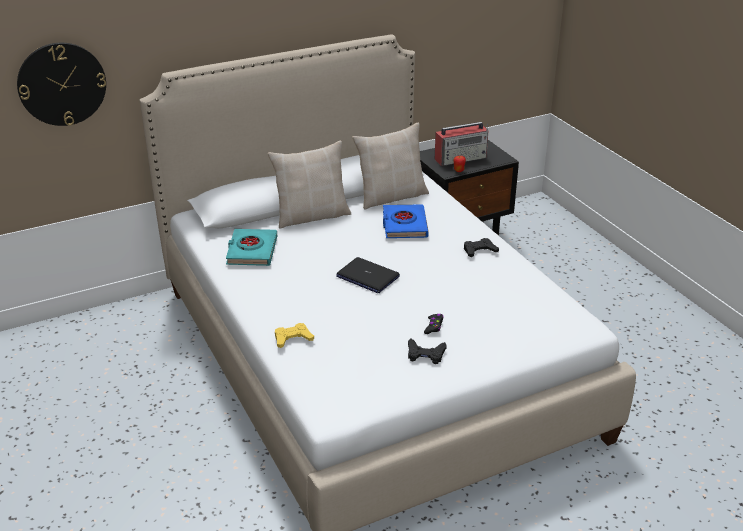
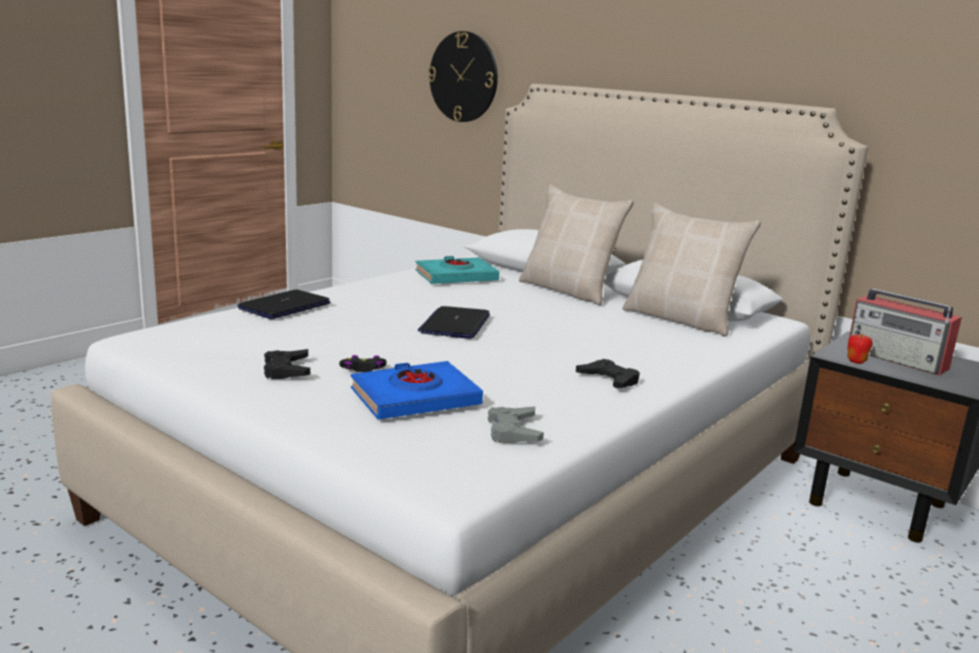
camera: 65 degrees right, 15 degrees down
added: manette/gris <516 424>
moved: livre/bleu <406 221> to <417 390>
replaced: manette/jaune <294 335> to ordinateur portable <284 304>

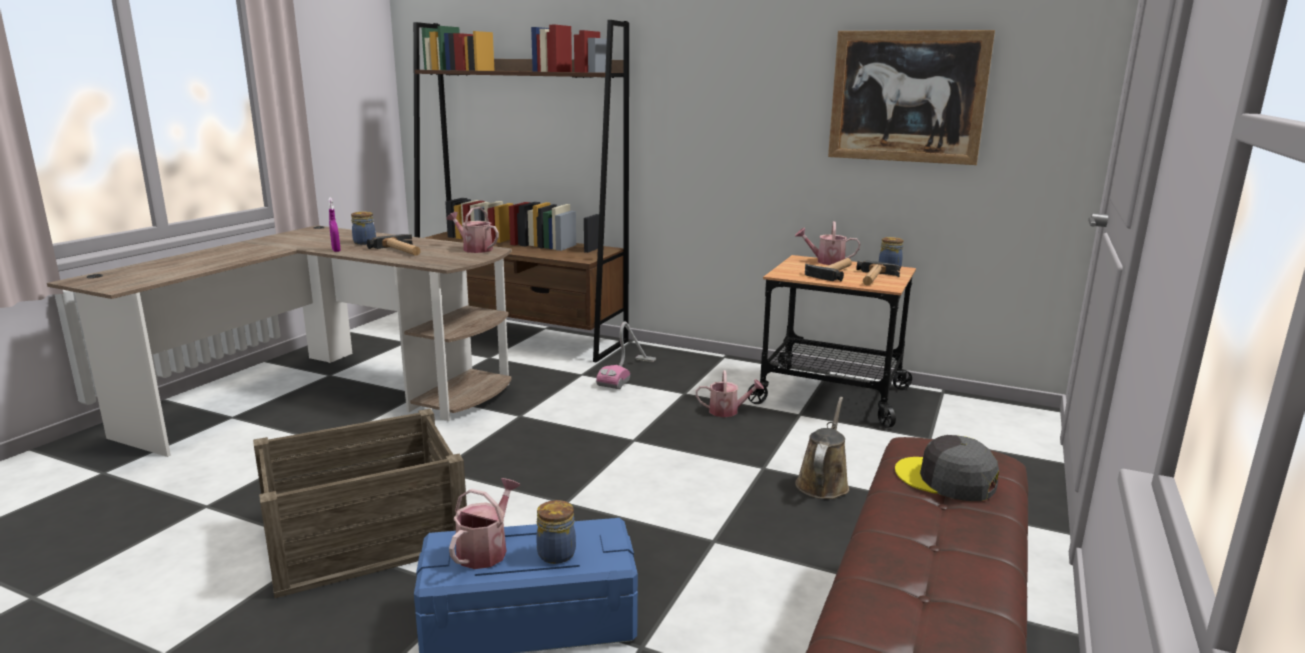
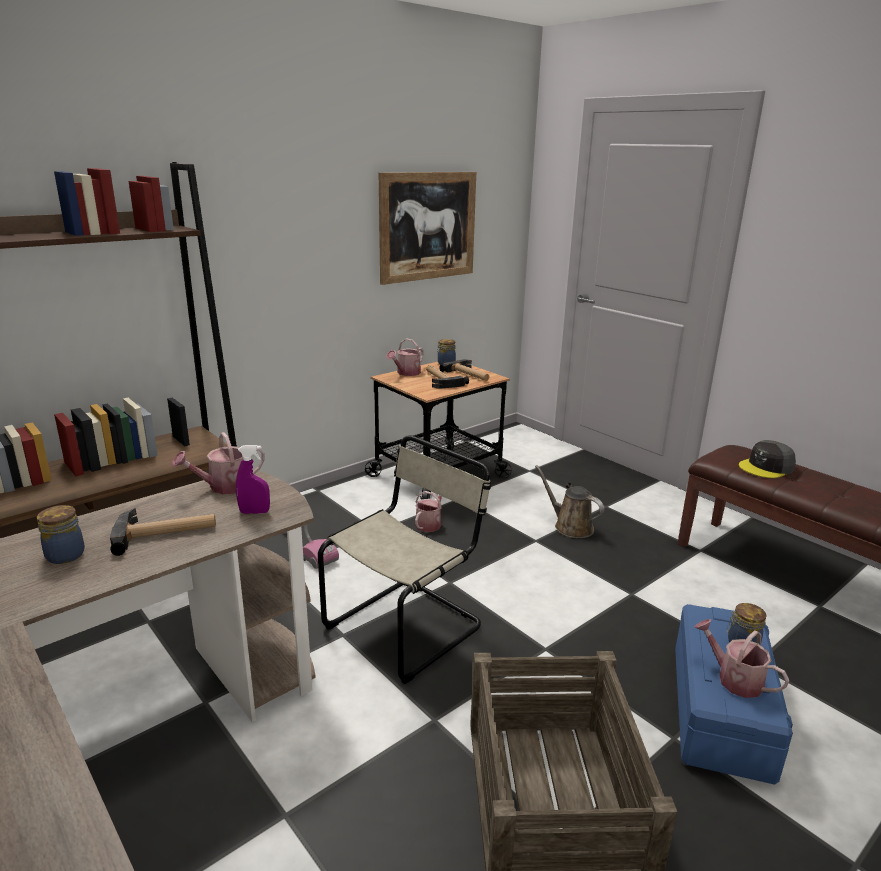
camera: 65 degrees left, 5 degrees up
added: chaise/beige <404 559>
moved: vaporisateur/violet <335 225> to <253 479>

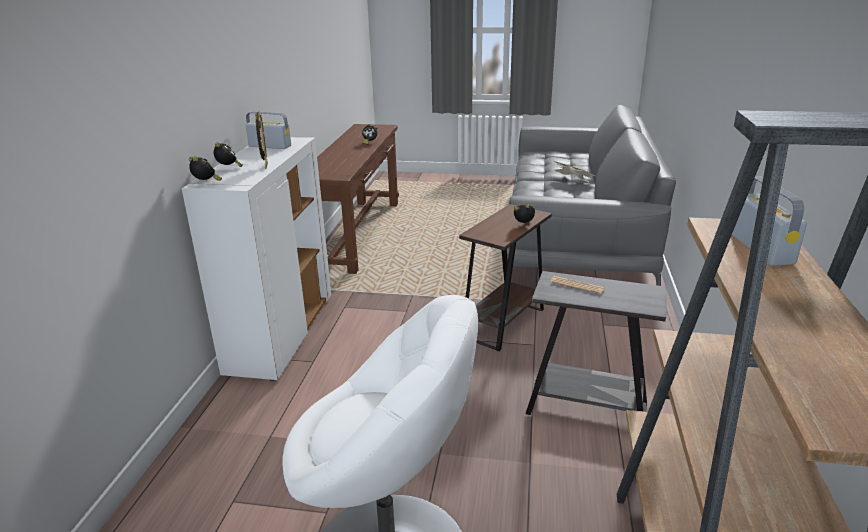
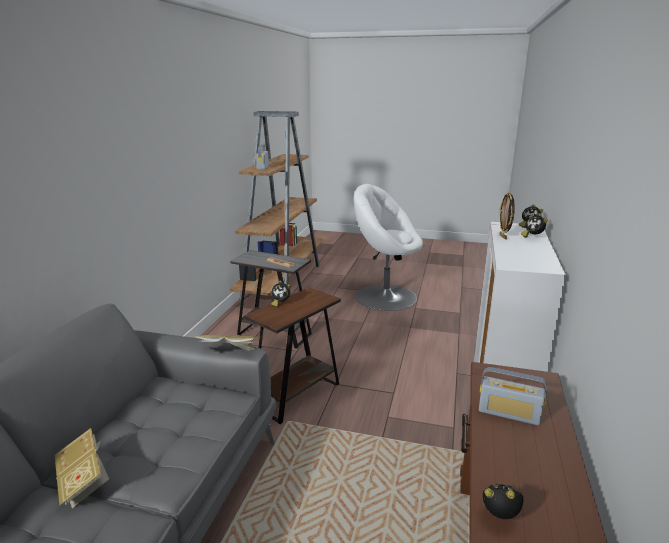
camera: 175 degrees left, 5 degrees down
added: livre <227 343>
moved: radio <268 130> to <513 396>

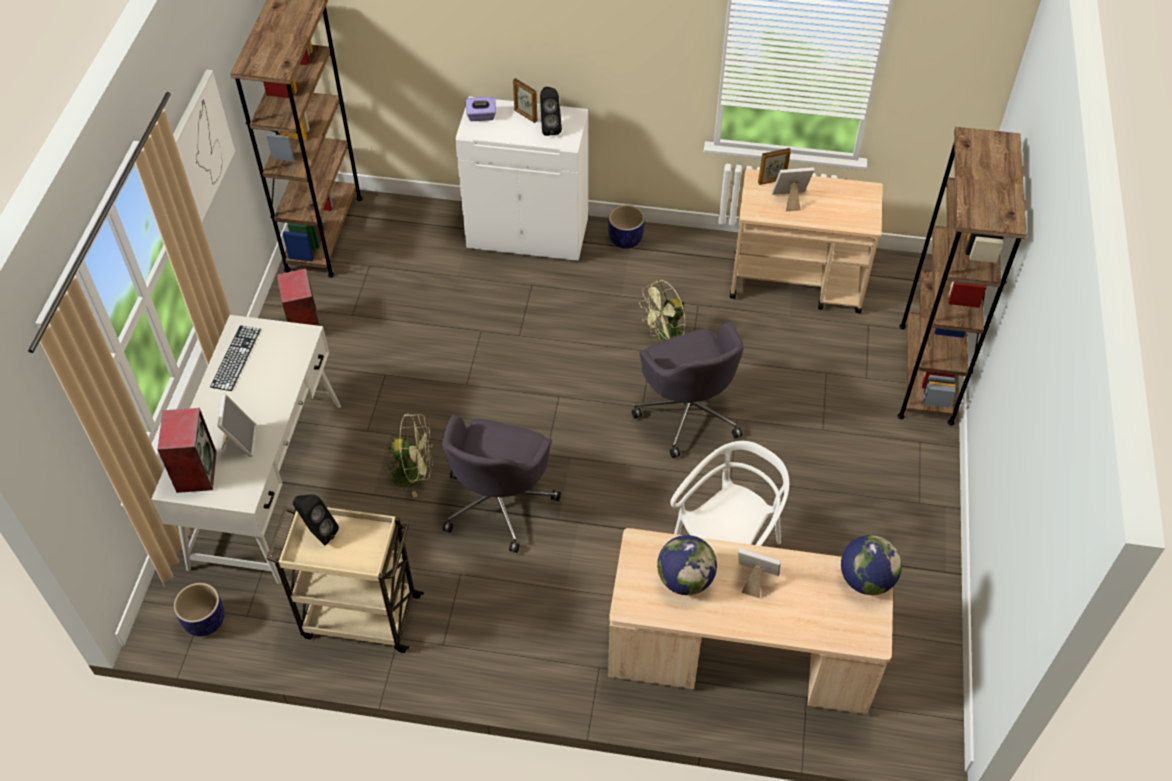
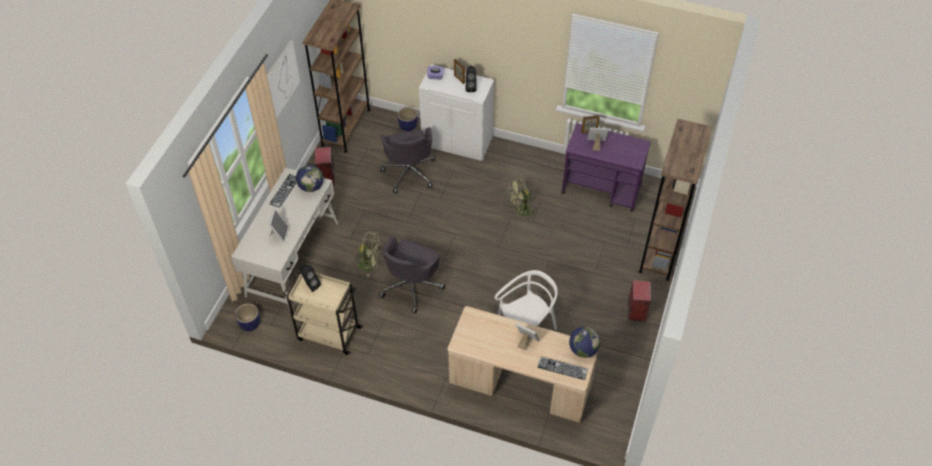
camera: 10 degrees right, 0 degrees up
added: clavier <562 368>
moved: globe <687 565> to <310 178>; chaise de bureau/gris <688 390> to <407 160>; cache-pot <626 227> to <408 119>; enceinte <187 450> to <639 300>
recoloured: chariot/beige <806 241> to chariot/violet <606 167>

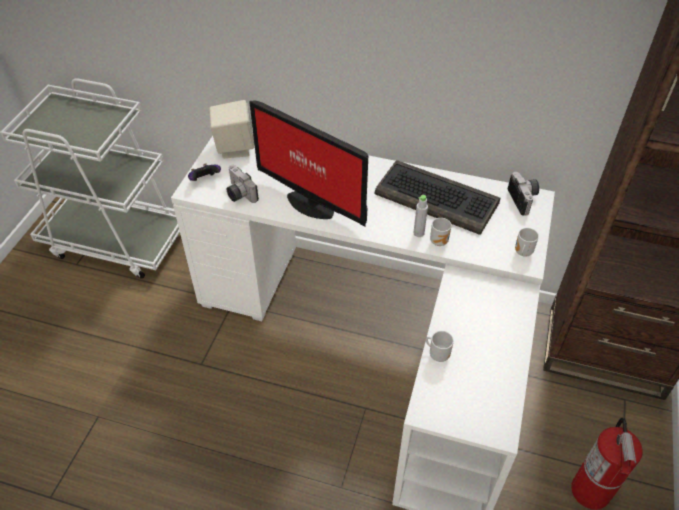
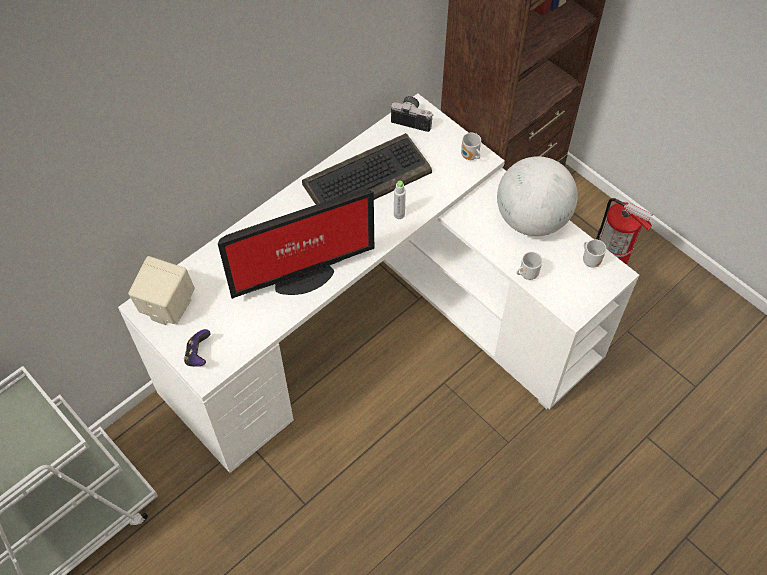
camera: 60 degrees left, 10 degrees up
removed: appareil photo <242 184>
added: globe <537 196>
moved: mug <441 232> to <594 253>

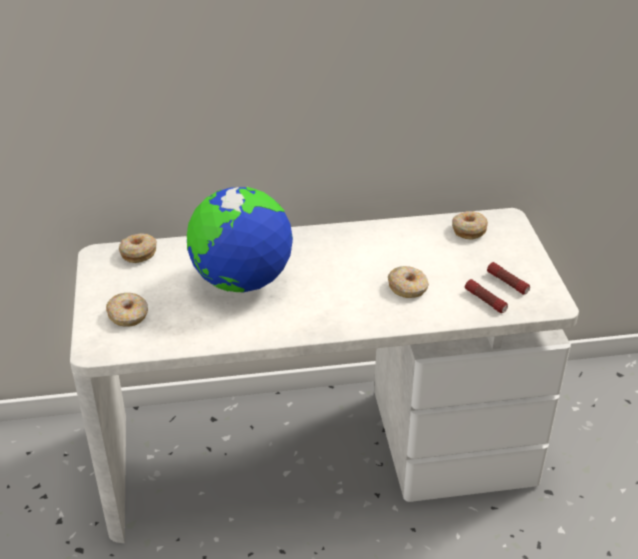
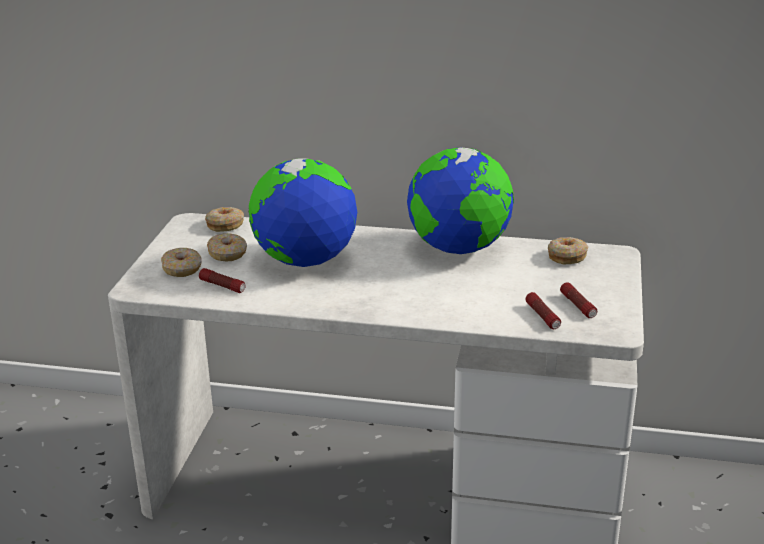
camera: 20 degrees right, 10 degrees down
added: lampe de poche <222 280>; globe <460 200>
moved: beignet <408 282> to <227 247>

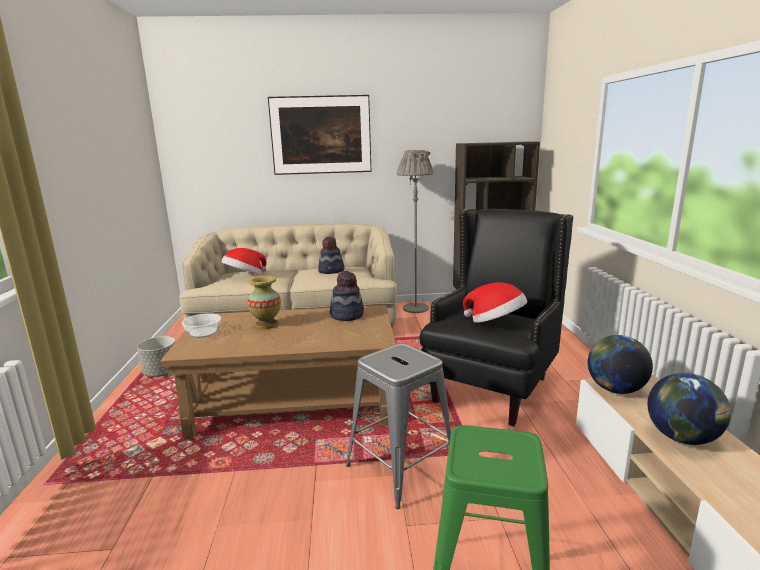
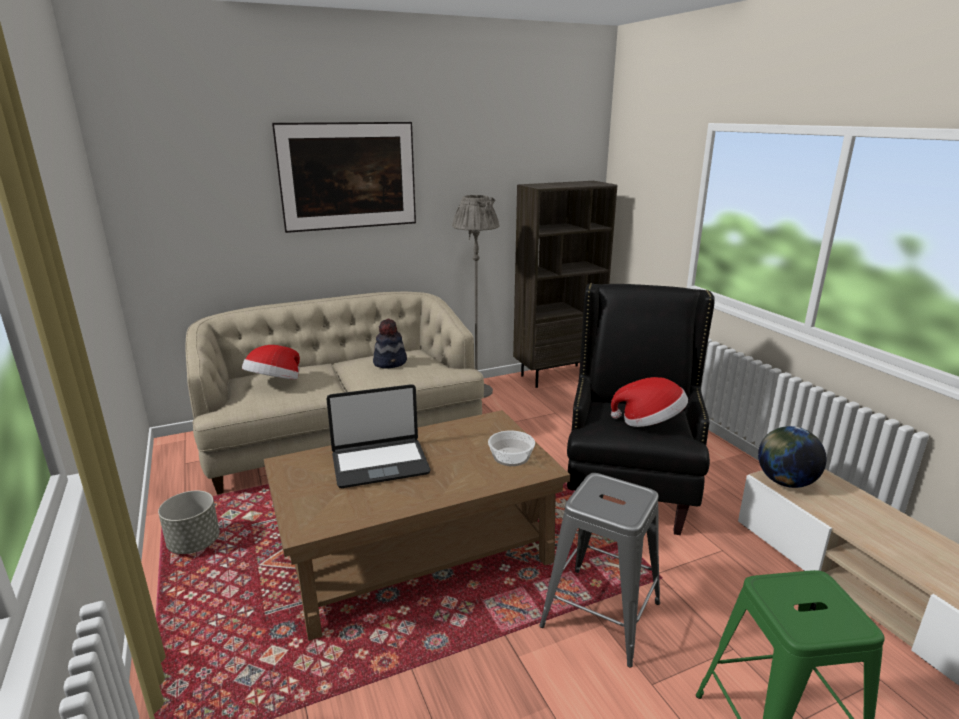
camera: 20 degrees left, 5 degrees up
removed: chapeau <347 296>; globe <689 409>
moved: bol <201 325> to <511 448>
replaced: vase <264 302> to ordinateur portable <379 436>

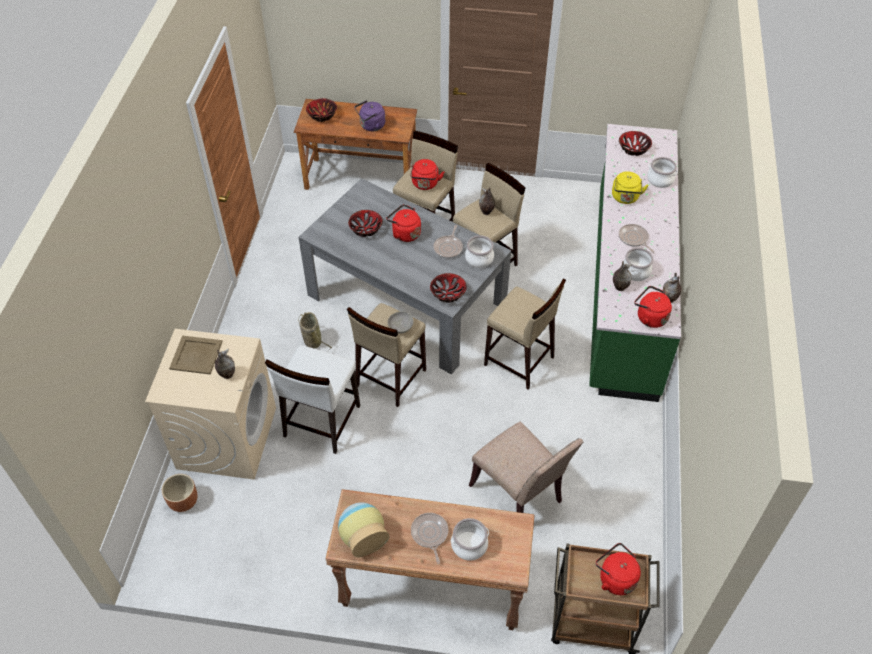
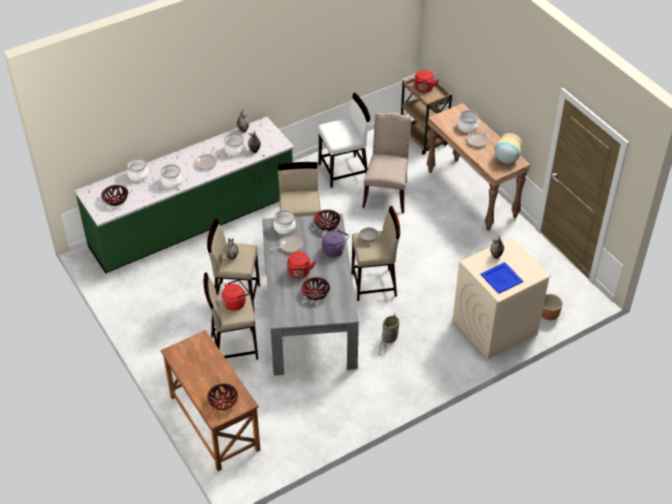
camera: 130 degrees left, 5 degrees down
removed: bouilloire/rouge <653 307>
moved: chaise/blanc <312 399> to <344 140>; bouilloire/violet <369 115> to <335 243>
replaced: bouilloire/jaune <630 187> to marmite <171 176>
recoloured: plateau/beige <196 355> to plateau/bleu <501 278>

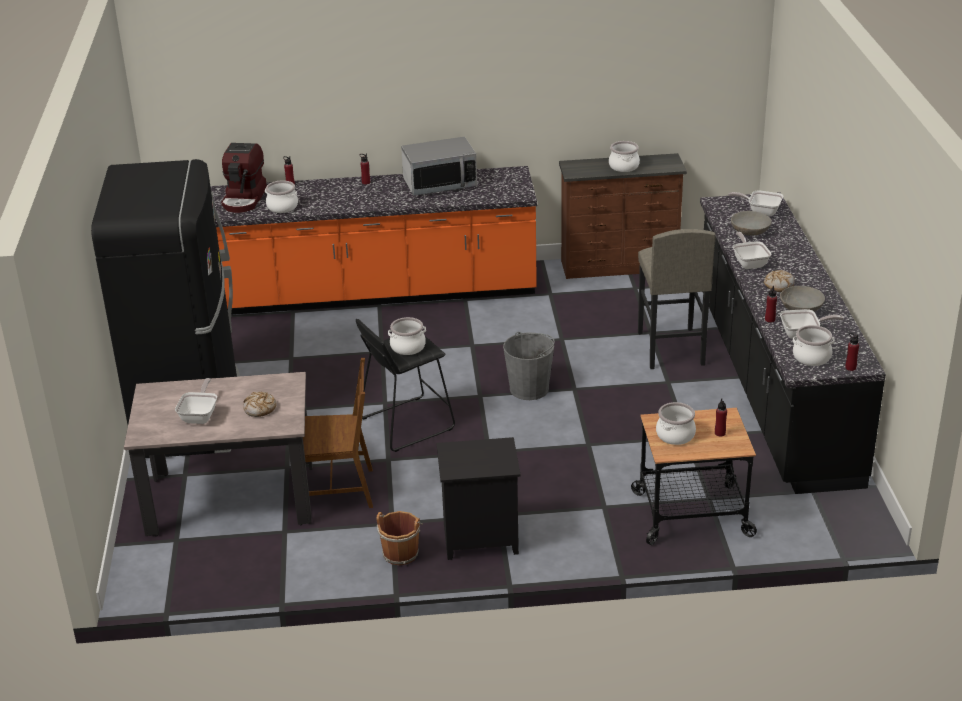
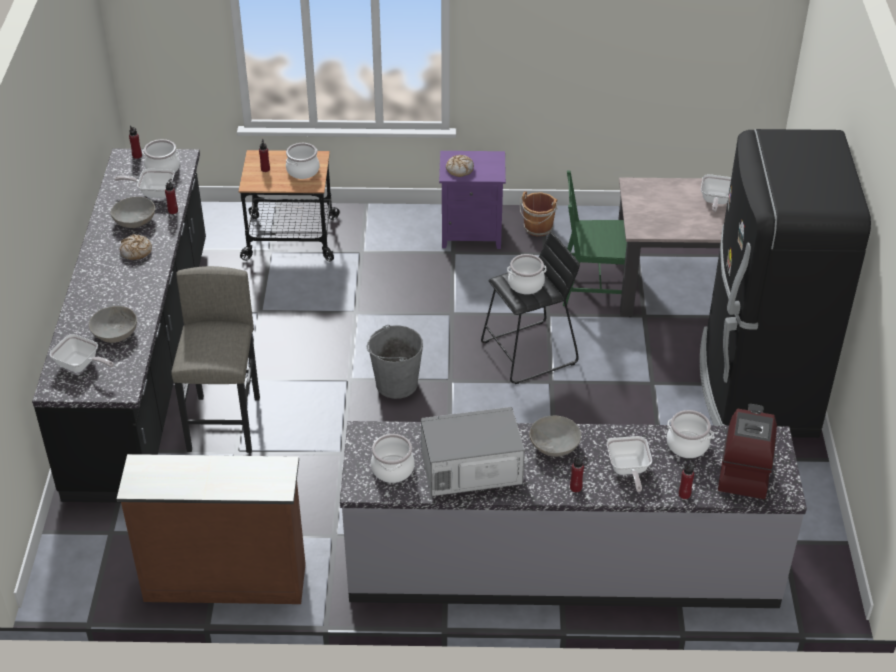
camera: 175 degrees left, 10 degrees up
added: bol/gris <555 436>
moved: marmite <624 156> to <393 458>; pain <259 404> to <460 166>; poêle <752 250> to <629 464>
recoloured: comptoir de cuisine/orange <373 240> to comptoir de cuisine/gris <573 514>; table de chevet/noir <478 498> to table de chevet/violet <472 200>; chaise/marron <338 433> to chaise/vert <595 238>

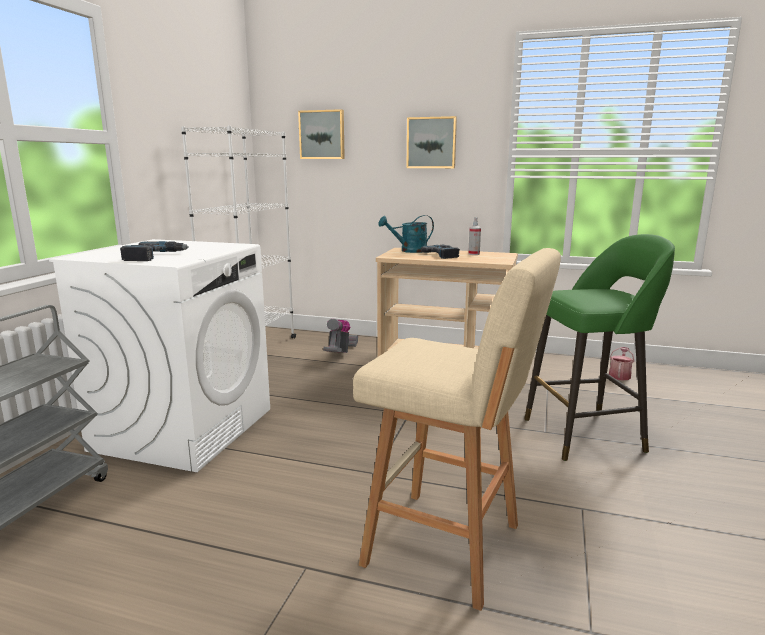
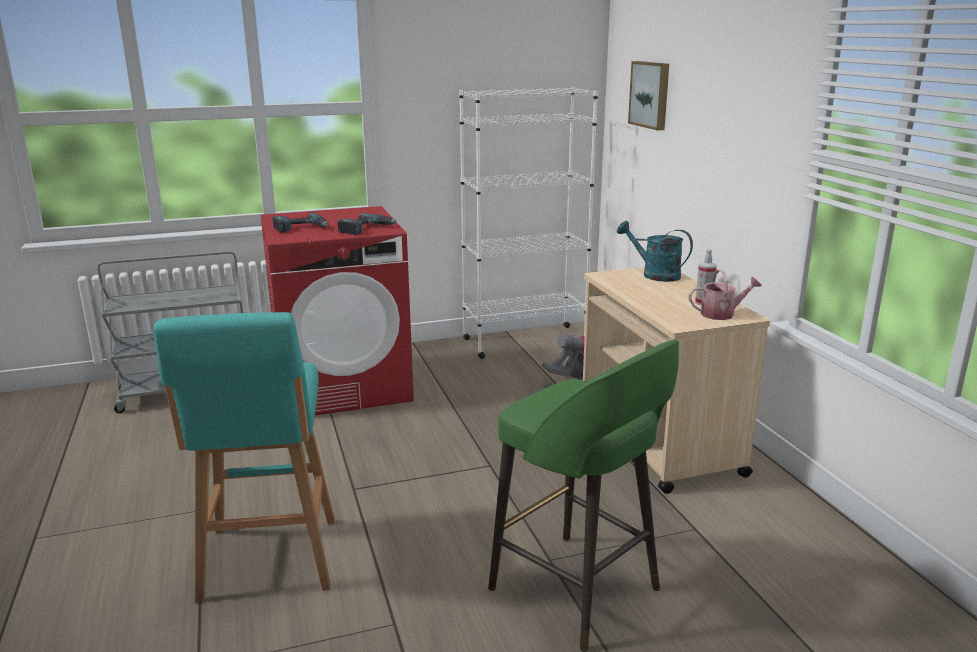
camera: 55 degrees right, 5 degrees up
removed: tableau <431 142>
moved: perceuse <440 252> to <366 224>; arrosoir <621 363> to <725 294>
recoloured: tabouret/beige <457 429> to tabouret/turquoise <244 457>; lave-linge/blanc <159 355> to lave-linge/rouge <337 310>

